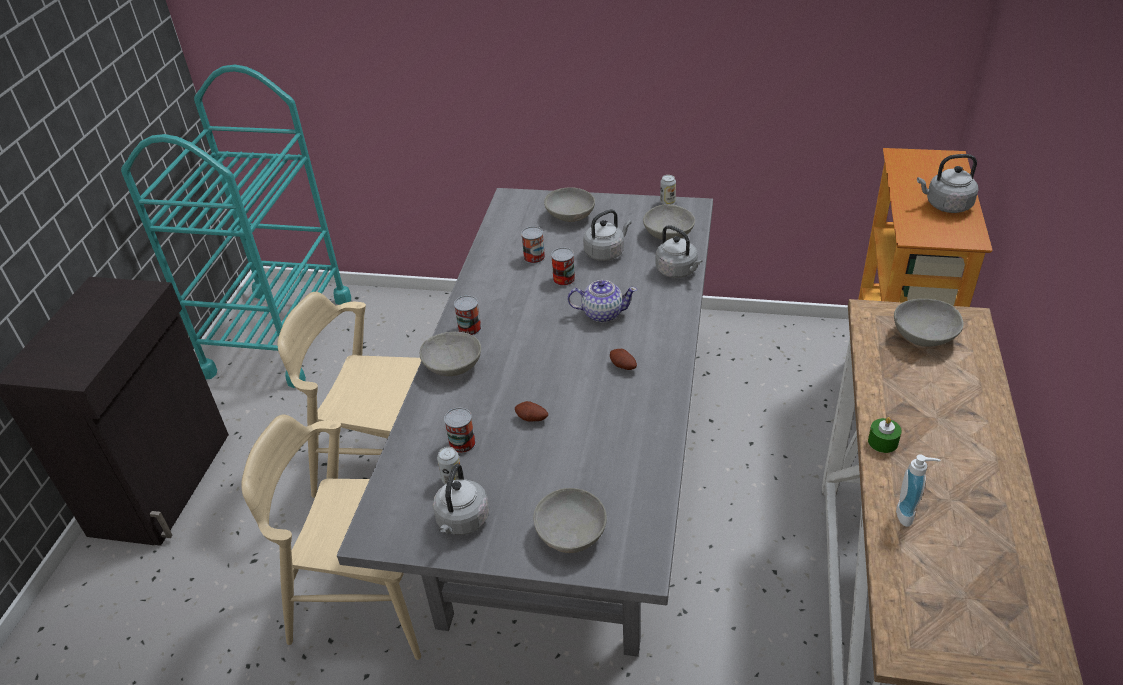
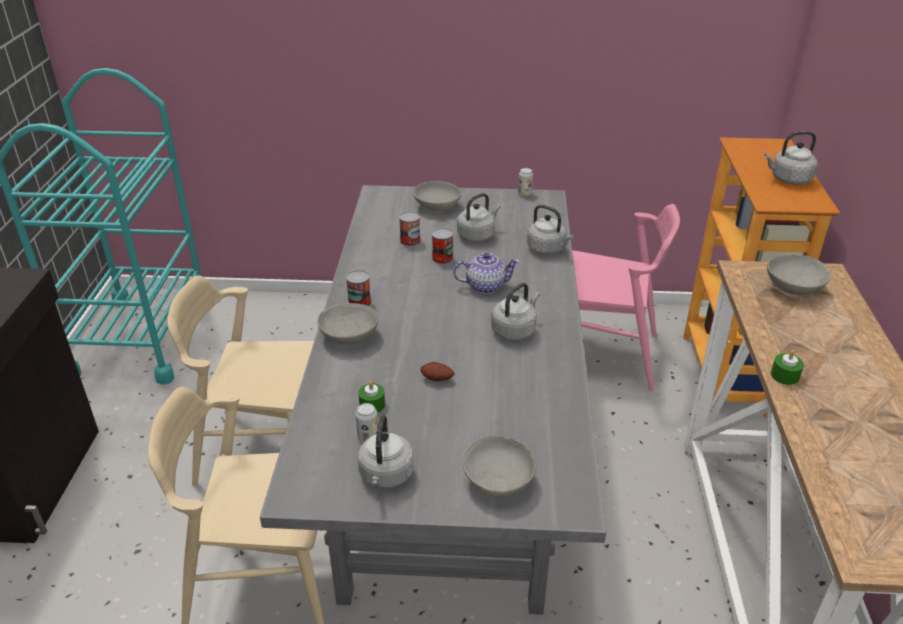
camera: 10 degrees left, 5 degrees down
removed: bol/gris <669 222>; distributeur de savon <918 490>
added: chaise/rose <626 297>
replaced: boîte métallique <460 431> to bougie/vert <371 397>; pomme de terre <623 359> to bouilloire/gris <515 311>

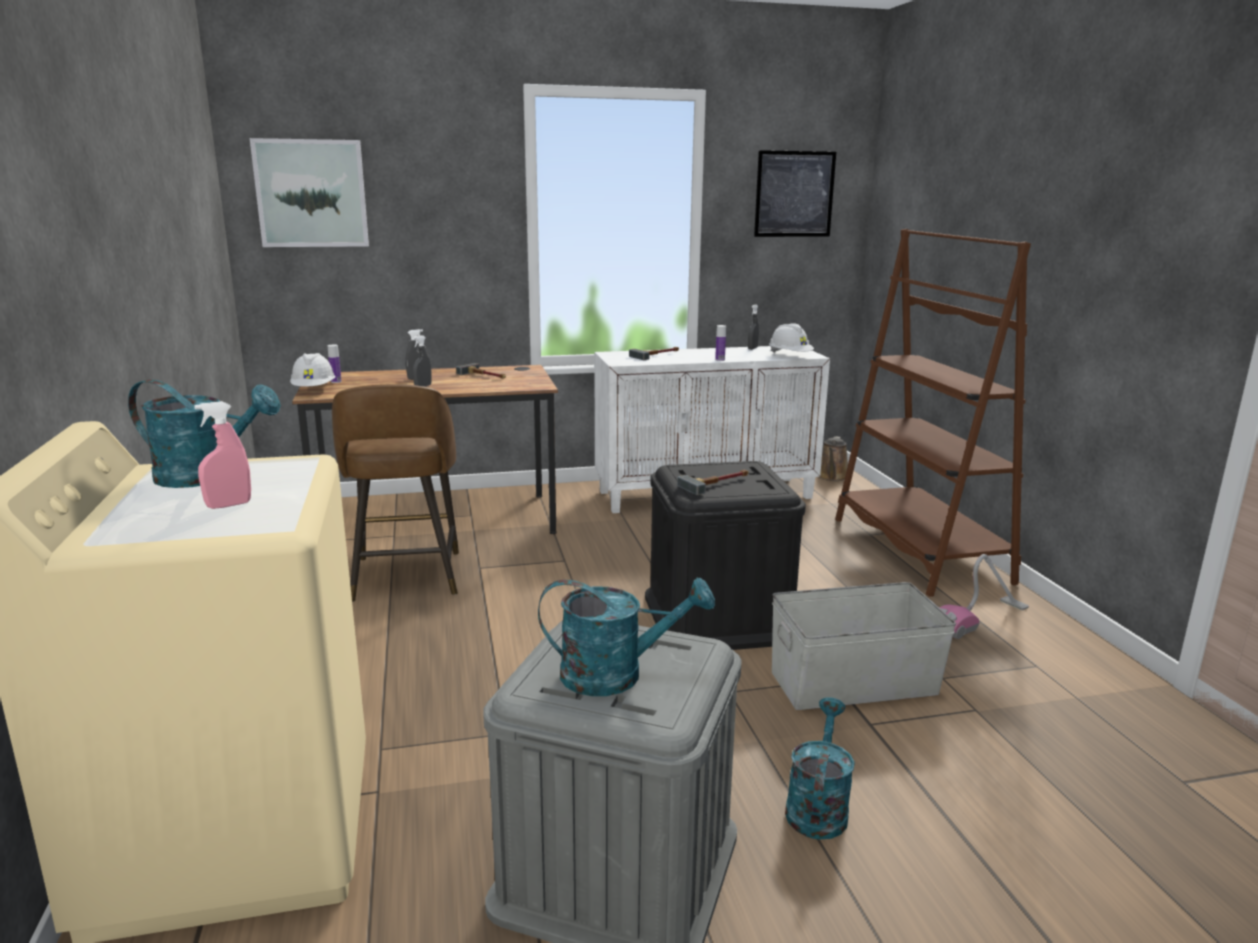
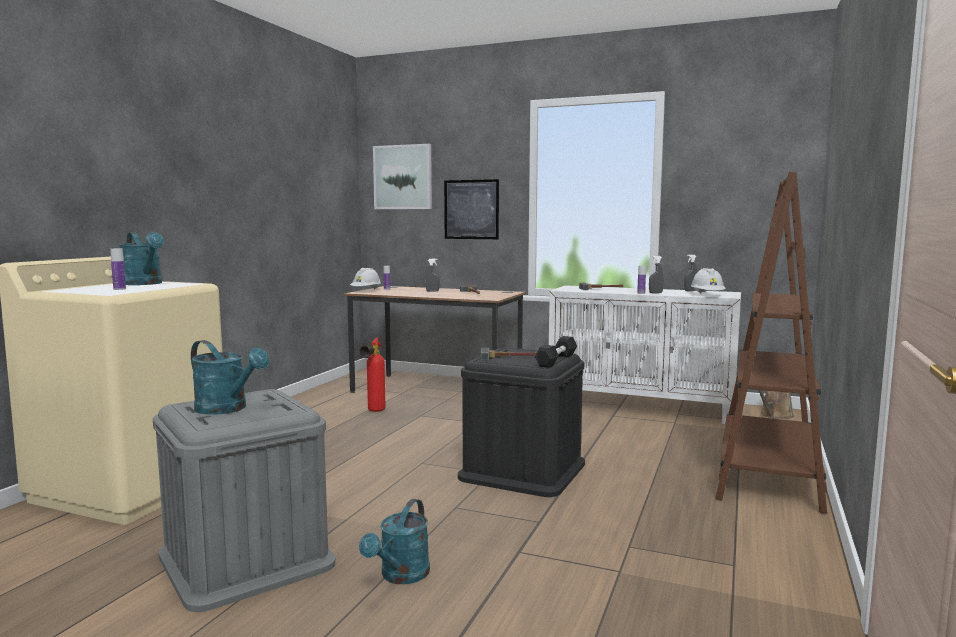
camera: 35 degrees right, 10 degrees down
removed: boîte de rangement/gris <864 646>; aspirateur <984 596>
added: haltère/noir <556 352>
moved: tableau <795 193> to <471 209>; vaporisateur/gris <422 361> to <656 274>
replaced: vaporisateur/rose <222 455> to bouteille <118 269>; tabouret/marron <395 493> to extincteur <373 374>
turned: arrosoir/turquoise <820 768> = <394 541> 150 degrees clockwise

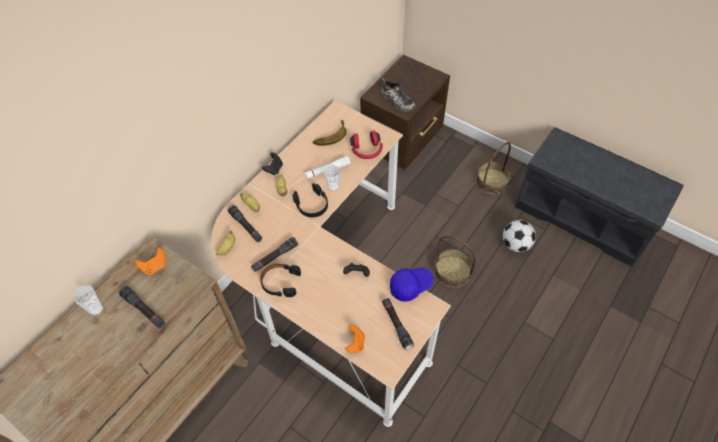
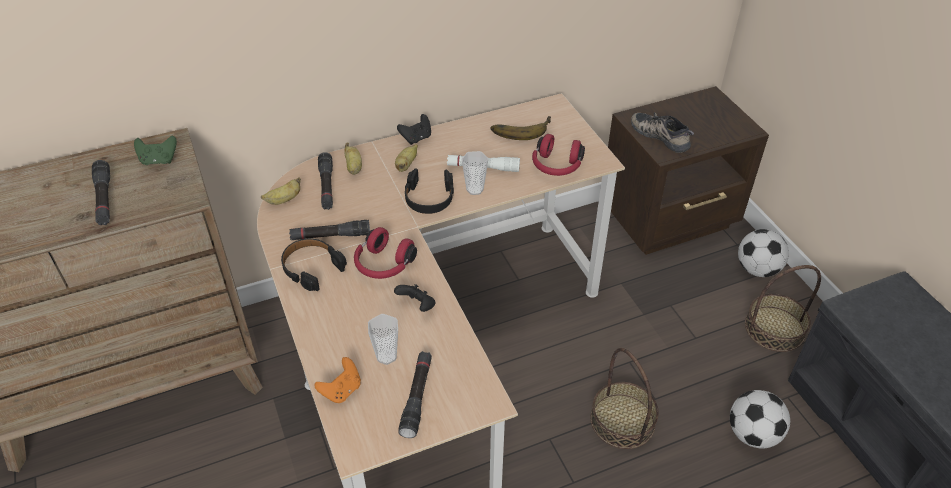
camera: 30 degrees right, 10 degrees down
removed: casquette/bleu <411 285>
added: casque audio/rouge <385 253>; ballon de foot <763 253>
moved: tasse <88 300> to <383 339>
recoloured: manette/orange <150 261> to manette/vert <155 150>
turned: chaussure <397 95> = <662 132> 150 degrees clockwise

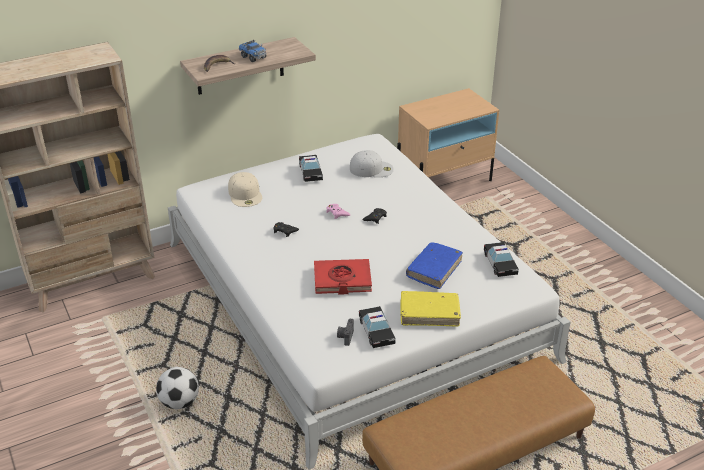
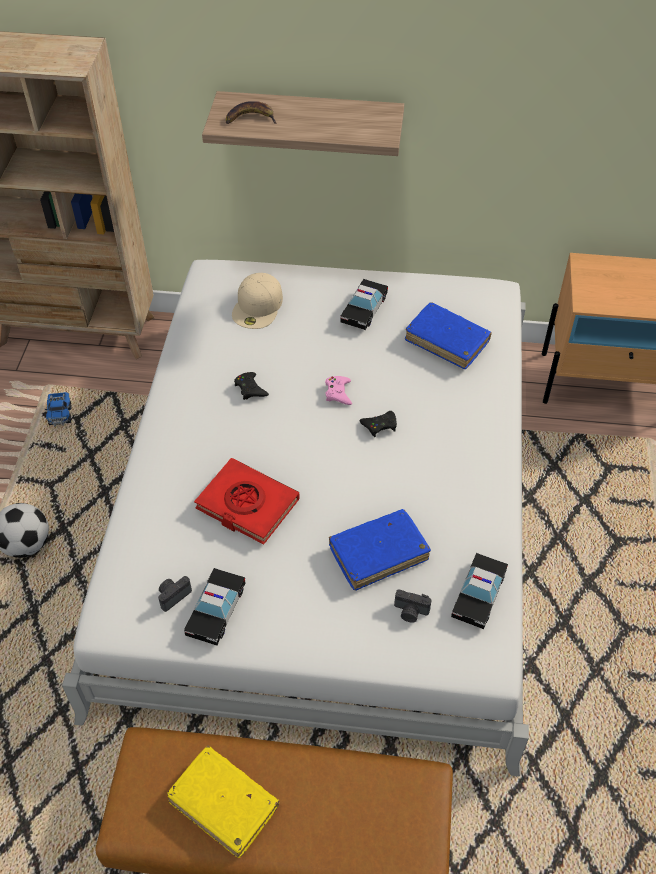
camera: 35 degrees right, 15 degrees up
added: appareil photo <413 606>
moved: camion jouet <252 51> to <58 409>; livre/jaune <430 309> to <223 801>
replaced: casquette/blanc <372 163> to livre/bleu <448 335>

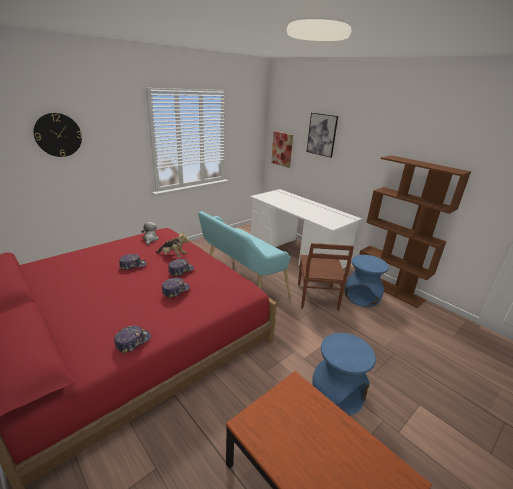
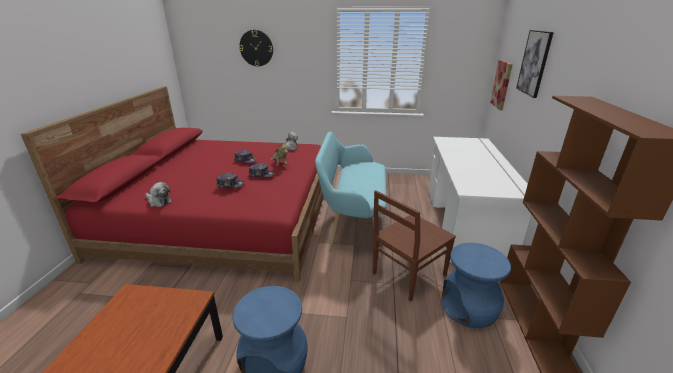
camera: 50 degrees right, 0 degrees up
replaced: casquette <132 339> to peluche <159 194>

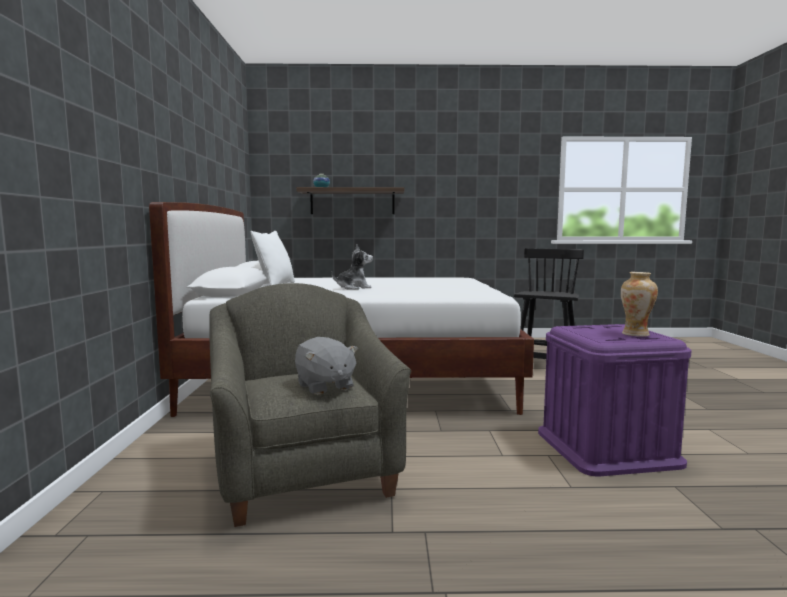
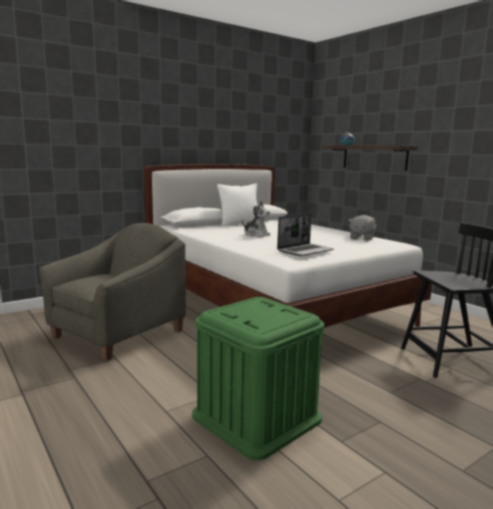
camera: 55 degrees right, 5 degrees up
removed: vase <639 304>
added: ordinateur portable <305 235>
moved: peluche/gris <326 366> to <362 228>
recoloured: boîte de rangement/violet <615 400> to boîte de rangement/vert <258 378>

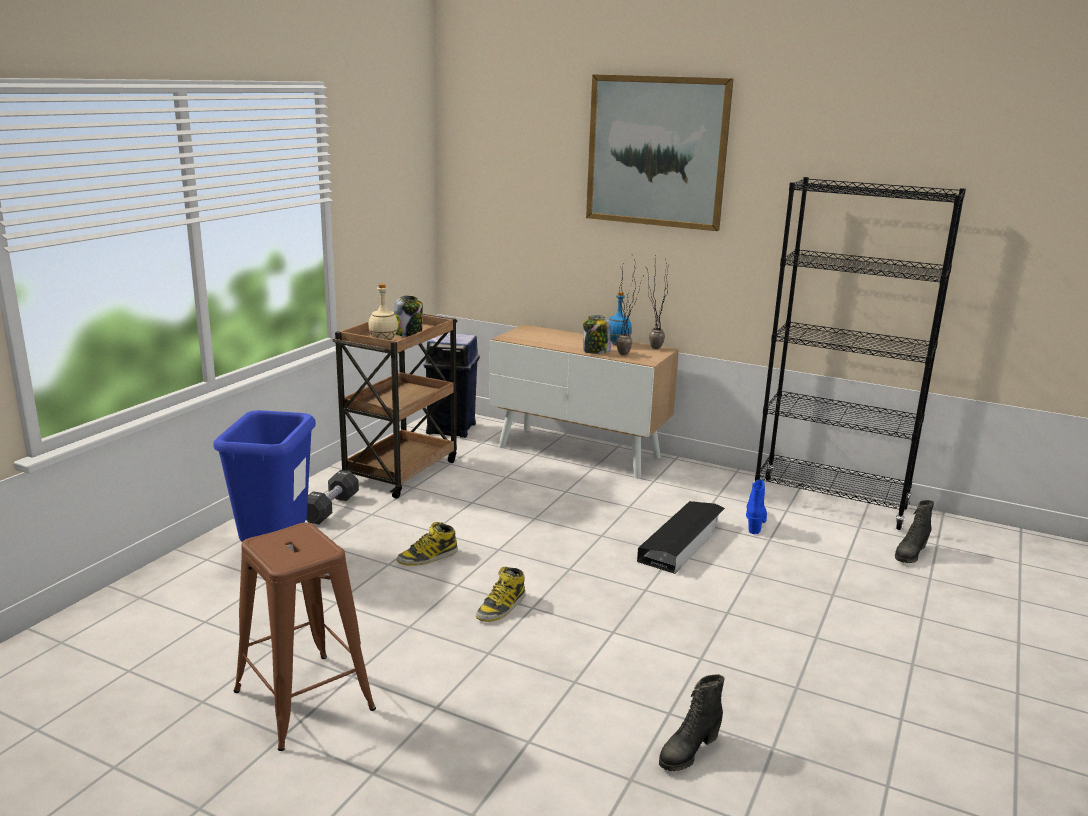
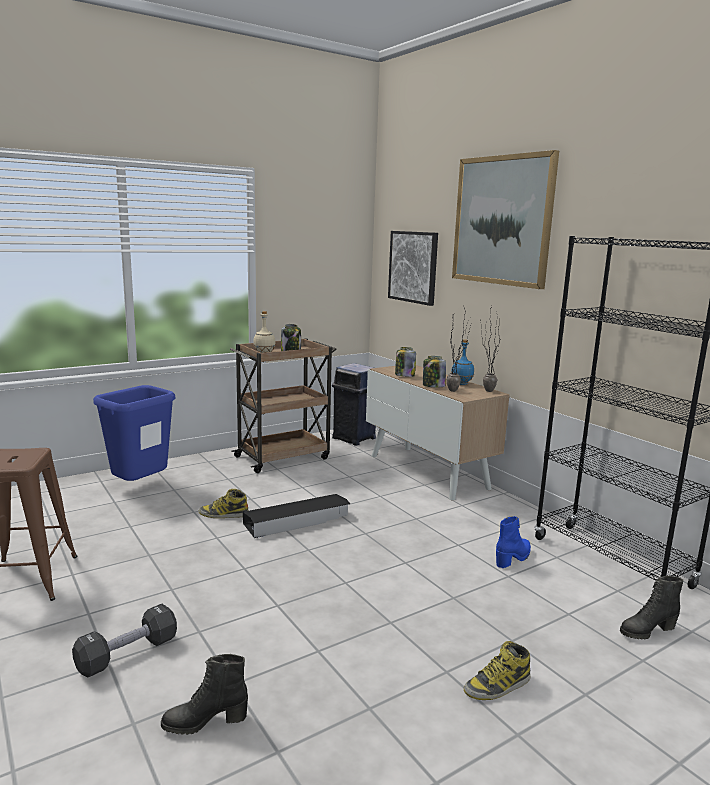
camera: 30 degrees right, 5 degrees down
added: tableau <413 268>; bocal <405 362>
moved: haltère/noir <332 497> to <124 641>; boîte de rangement/noir <681 537> to <296 516>; botte <500 594> to <497 670>

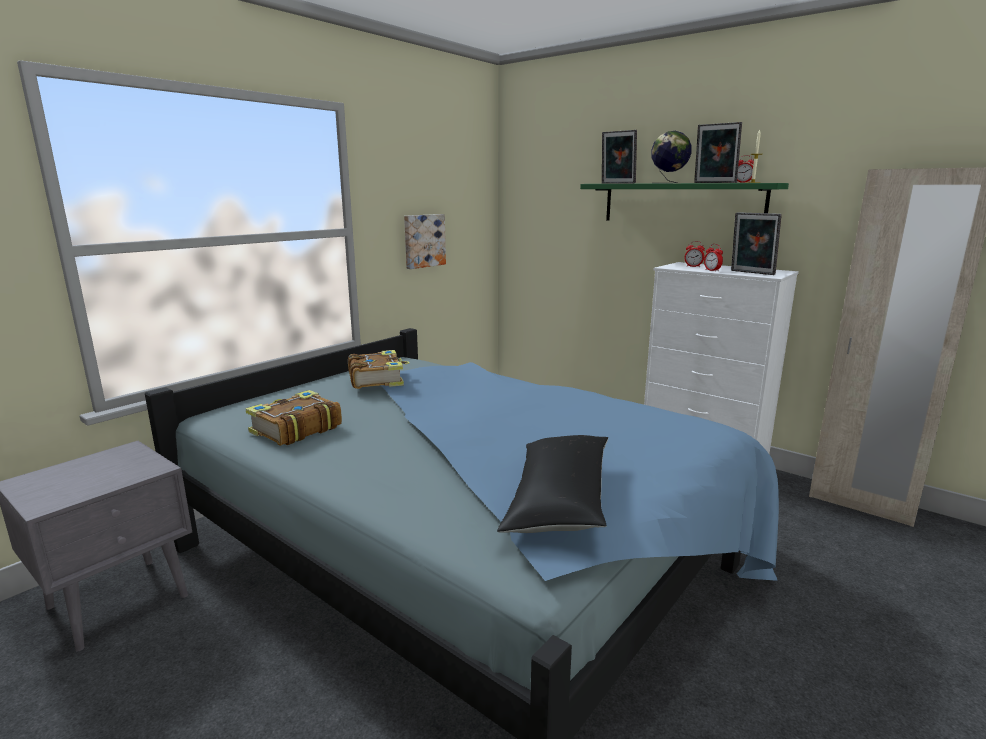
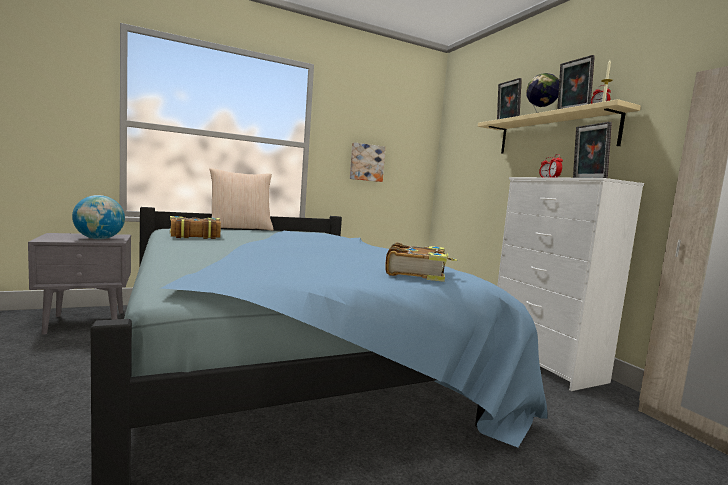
camera: 25 degrees right, 10 degrees down
removed: coussin/noir <552 484>
added: globe <98 217>; coussin/beige <241 199>
moved: livre <379 369> to <421 262>
recoloured: étagère/vert <684 202> to étagère/beige <559 126>

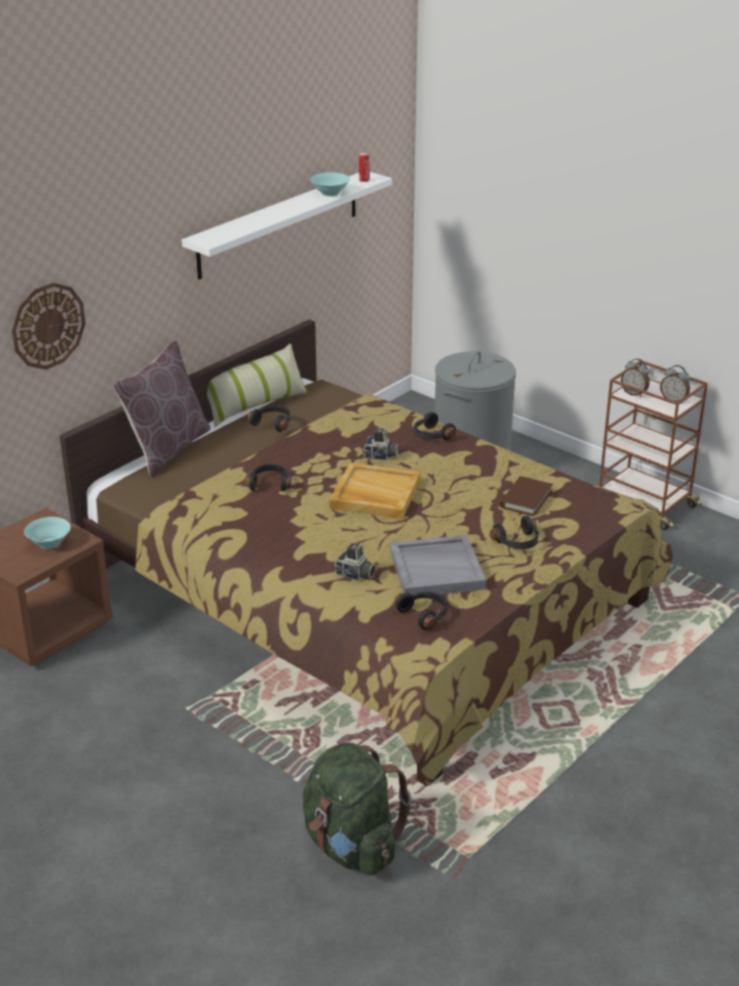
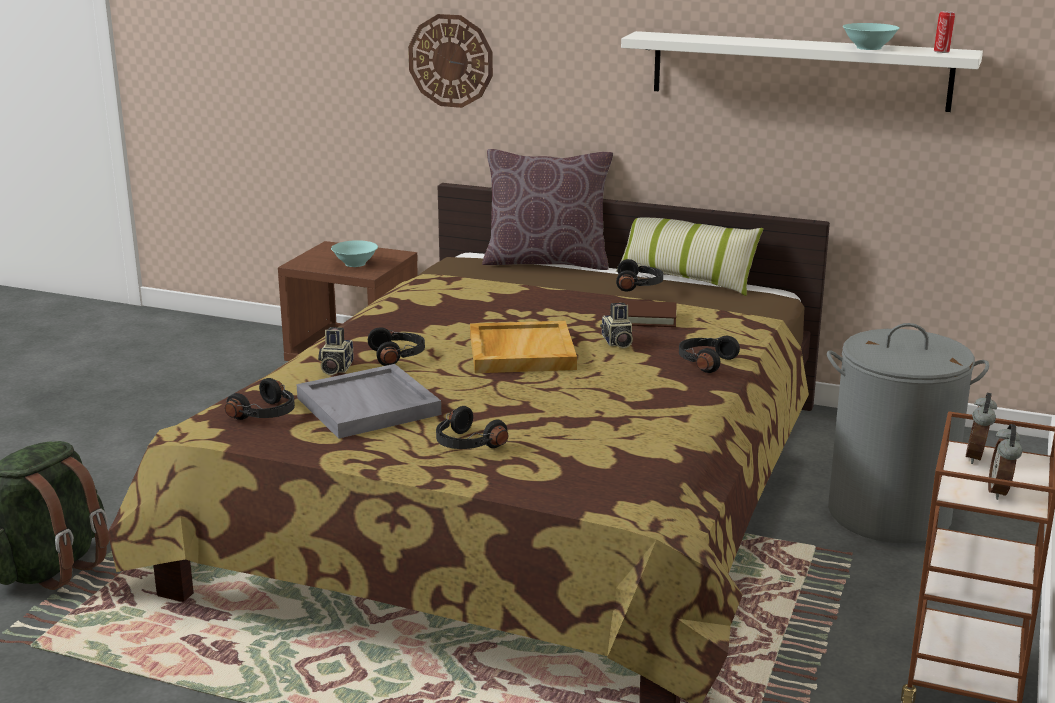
camera: 70 degrees right, 10 degrees down
moved: casque audio/noir <268 477> to <396 346>; livre/marron <526 496> to <643 313>

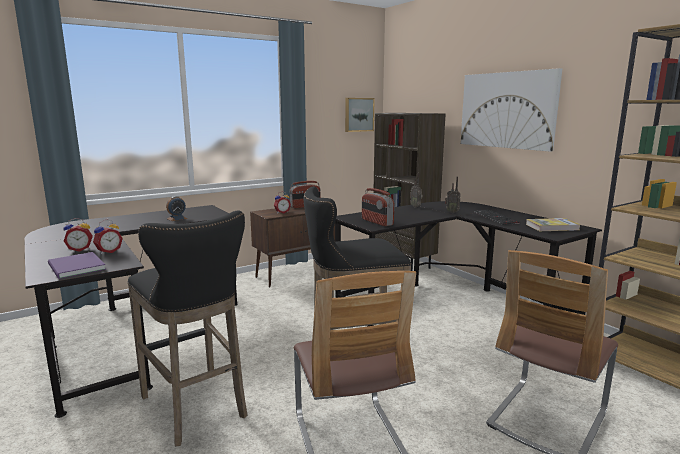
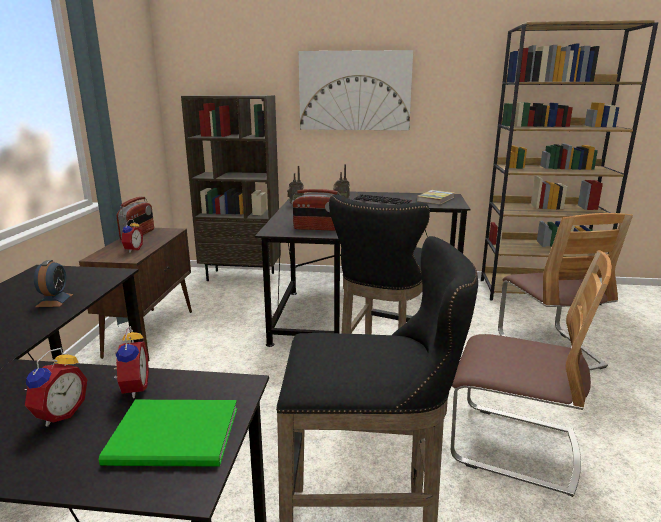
camera: 50 degrees left, 5 degrees up
removed: tableau <360 115>
recoloured: livre/violet <77 265> to livre/vert <168 433>

